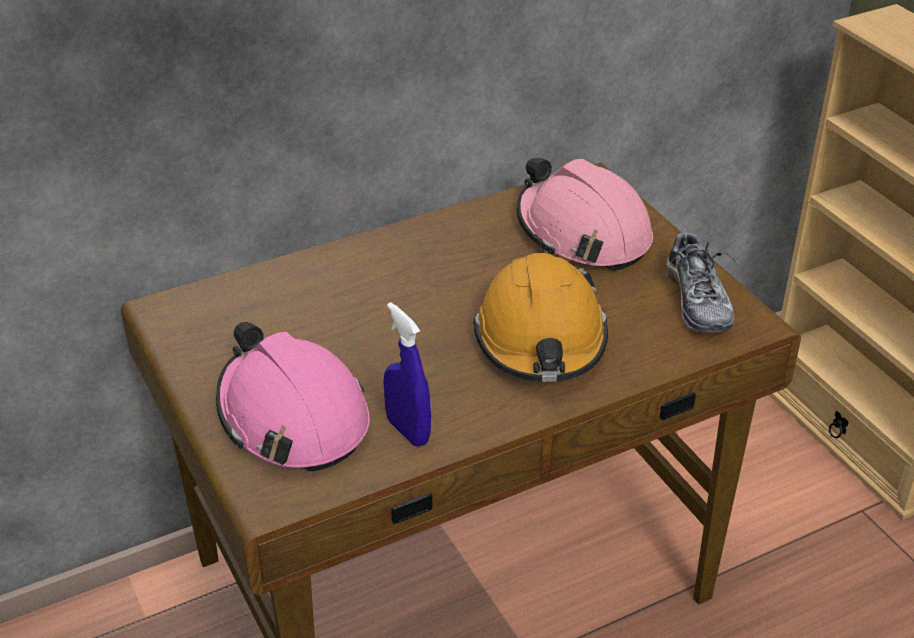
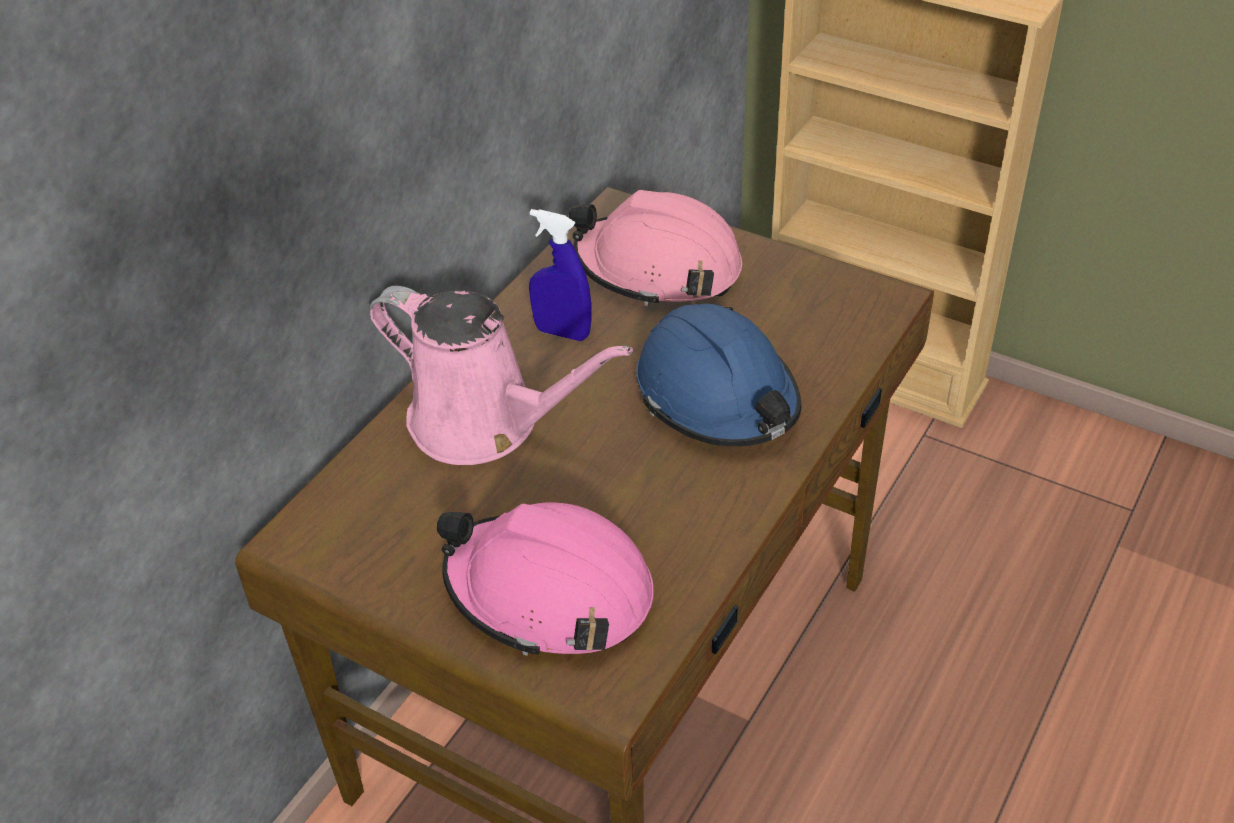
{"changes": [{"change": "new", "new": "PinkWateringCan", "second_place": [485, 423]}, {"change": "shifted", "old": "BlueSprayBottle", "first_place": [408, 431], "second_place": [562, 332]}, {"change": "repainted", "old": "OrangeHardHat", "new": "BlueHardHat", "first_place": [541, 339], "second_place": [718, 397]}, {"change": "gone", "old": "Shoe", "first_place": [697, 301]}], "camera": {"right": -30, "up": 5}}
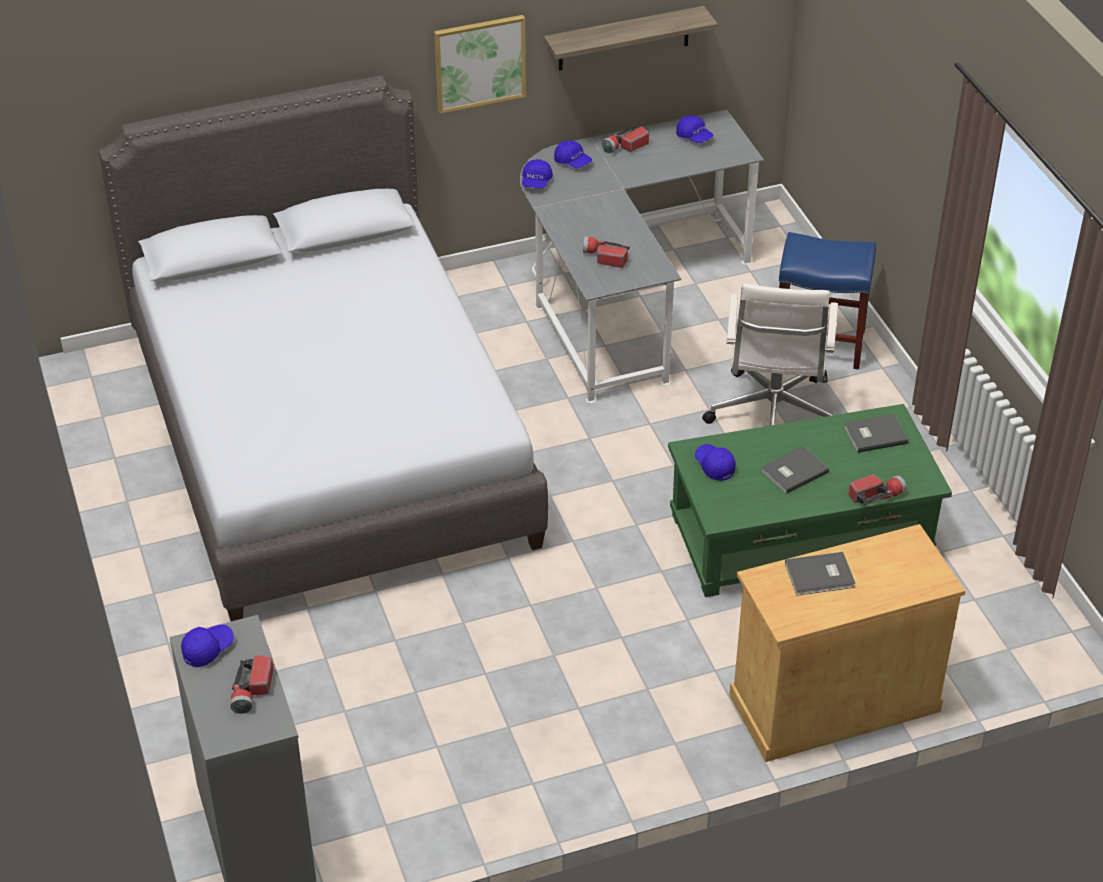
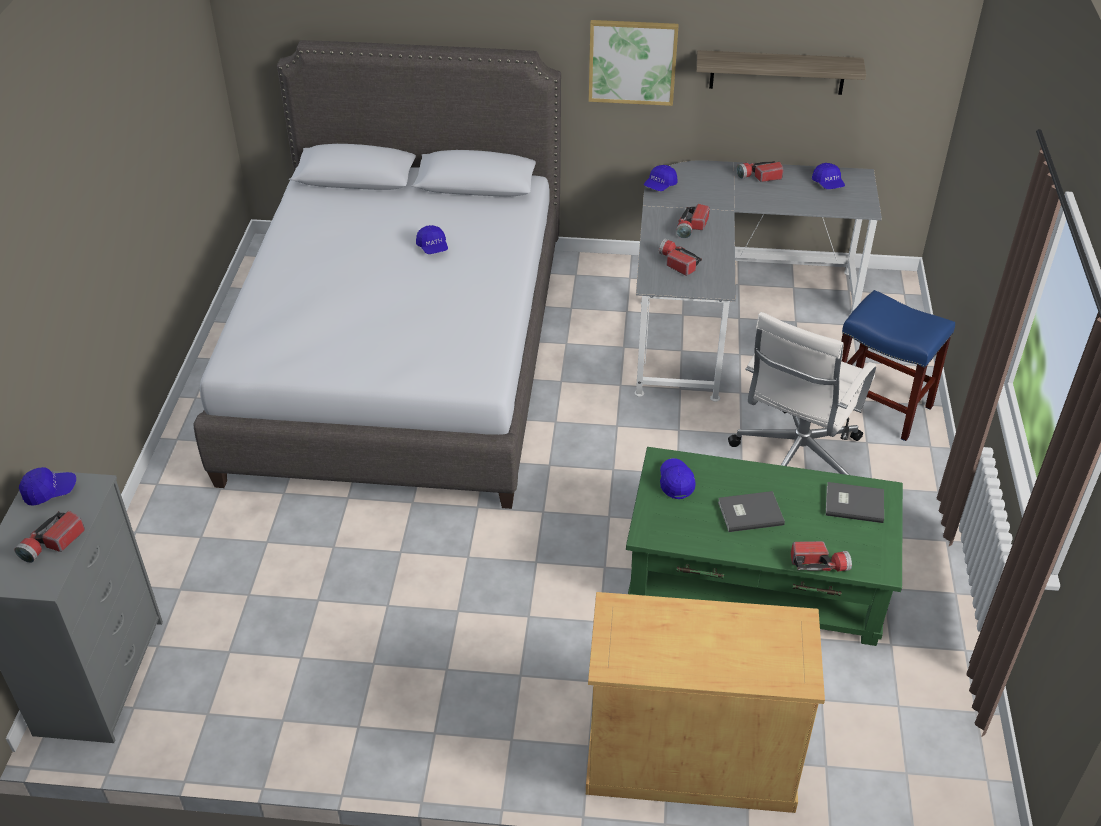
{"changes": [{"change": "shifted", "old": "BlueCap", "first_place": [573, 162], "second_place": [433, 248]}, {"change": "new", "new": "Flashlight", "second_place": [691, 227]}, {"change": "gone", "old": "GreyBook", "first_place": [821, 576]}], "camera": {"right": 25, "up": 0}}
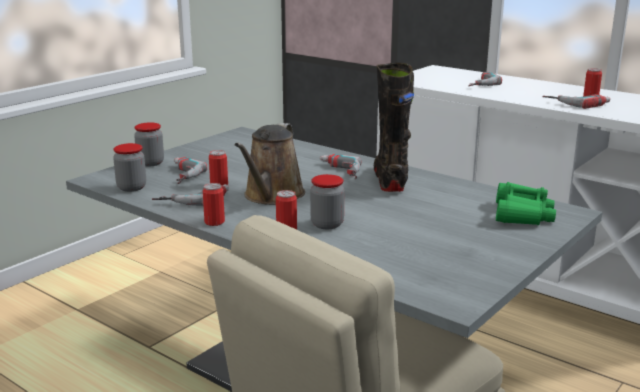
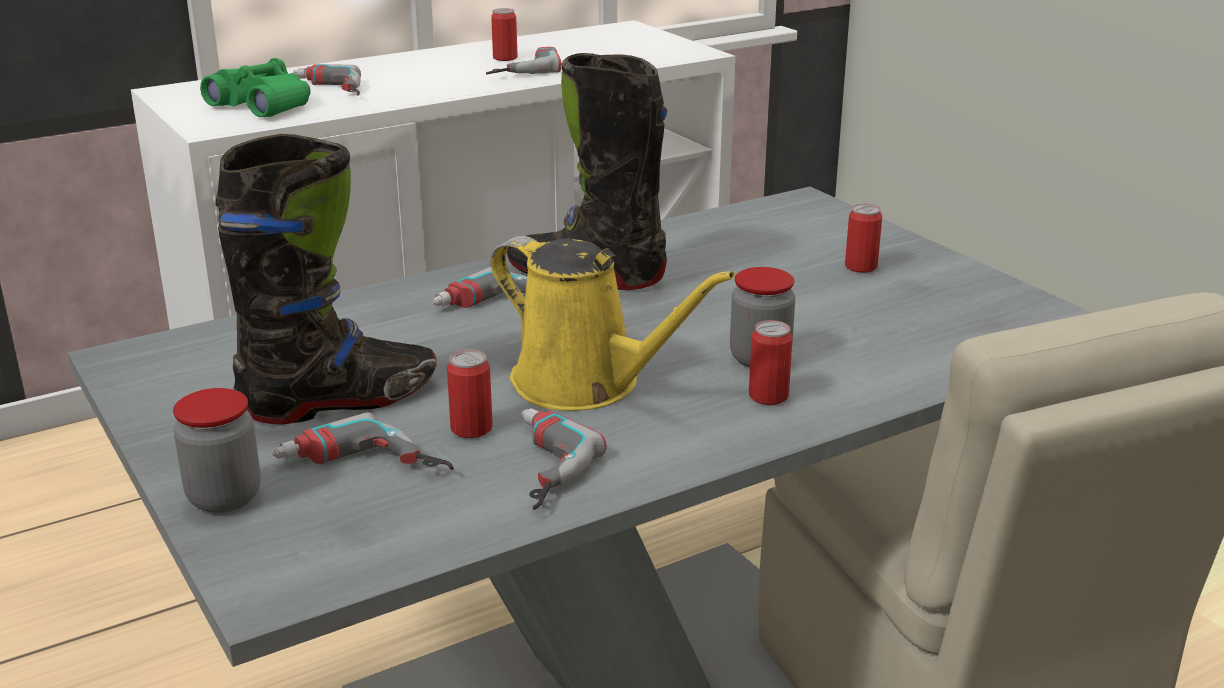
{"changes": [{"change": "shifted", "old": "GreenBinoculars", "first_place": [522, 215], "second_place": [263, 106]}, {"change": "new", "new": "BlackBoot", "second_place": [341, 401]}, {"change": "repainted", "old": "BrownWateringCan", "new": "YellowWateringCan", "first_place": [272, 196], "second_place": [585, 384]}, {"change": "shifted", "old": "Can", "first_place": [214, 222], "second_place": [860, 267]}, {"change": "gone", "old": "Jar", "first_place": [131, 187]}], "camera": {"right": -70, "up": 5}}
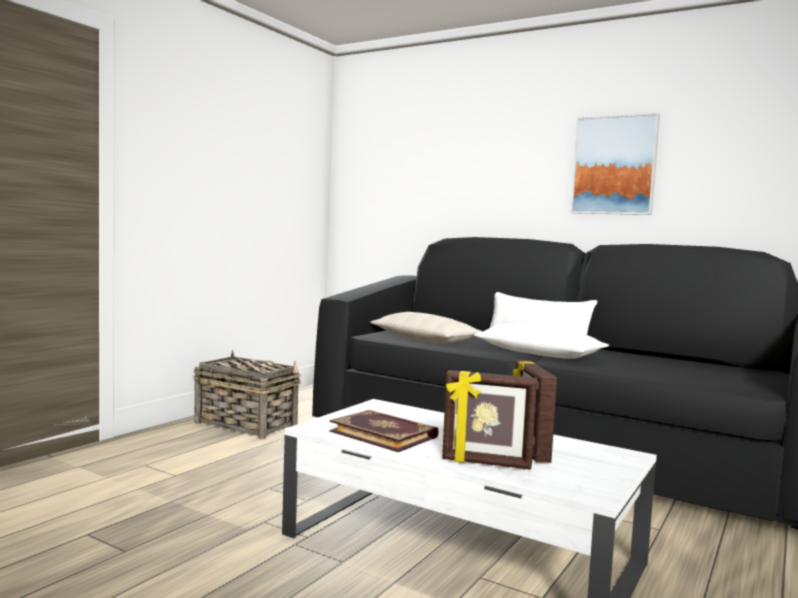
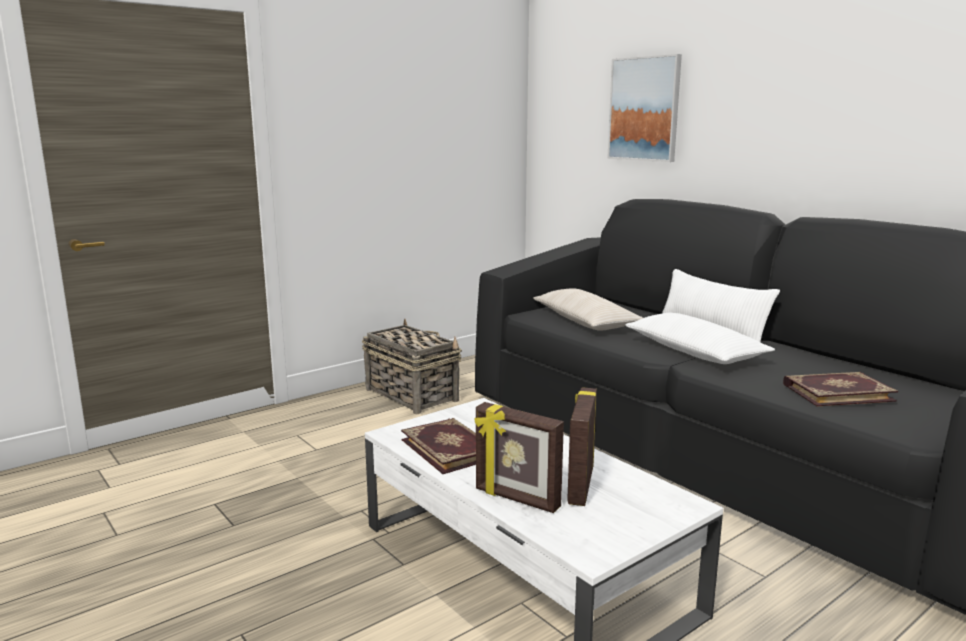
{"changes": [{"change": "shifted", "old": "Picture", "first_place": [614, 165], "second_place": [644, 109]}, {"change": "new", "new": "Book", "second_place": [837, 392]}], "camera": {"right": 20, "up": 10}}
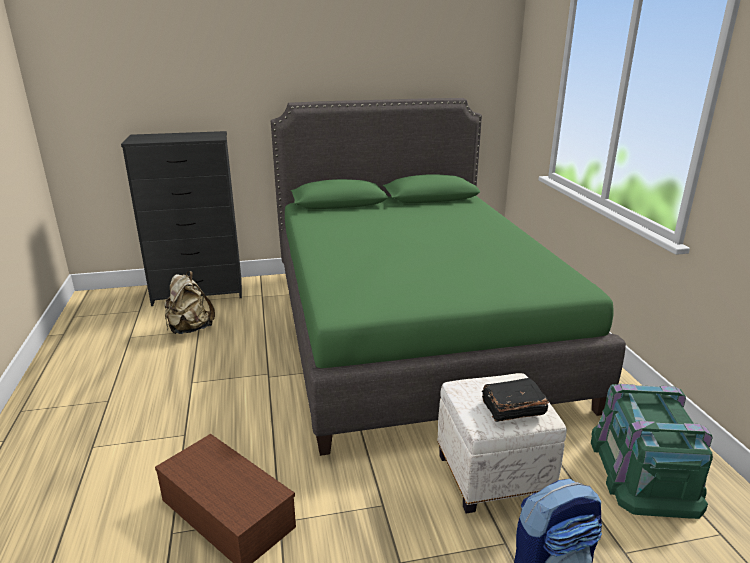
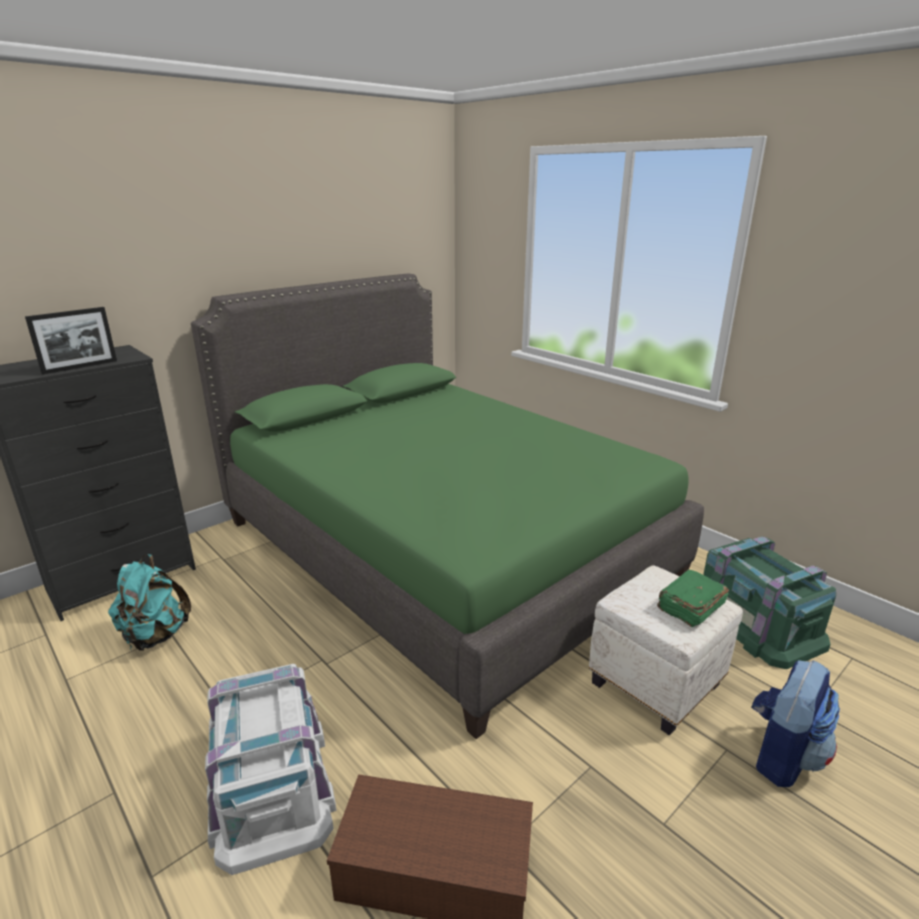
{"changes": [{"change": "new", "new": "PictureFrame", "second_place": [80, 367]}, {"change": "repainted", "old": "BeigeBackpack", "new": "TurquoiseBackpack", "first_place": [189, 329], "second_place": [155, 636]}, {"change": "new", "new": "WhiteStorageBox", "second_place": [270, 785]}, {"change": "repainted", "old": "BlackBook", "new": "GreenBook", "first_place": [512, 409], "second_place": [690, 607]}], "camera": {"right": -30, "up": 0}}
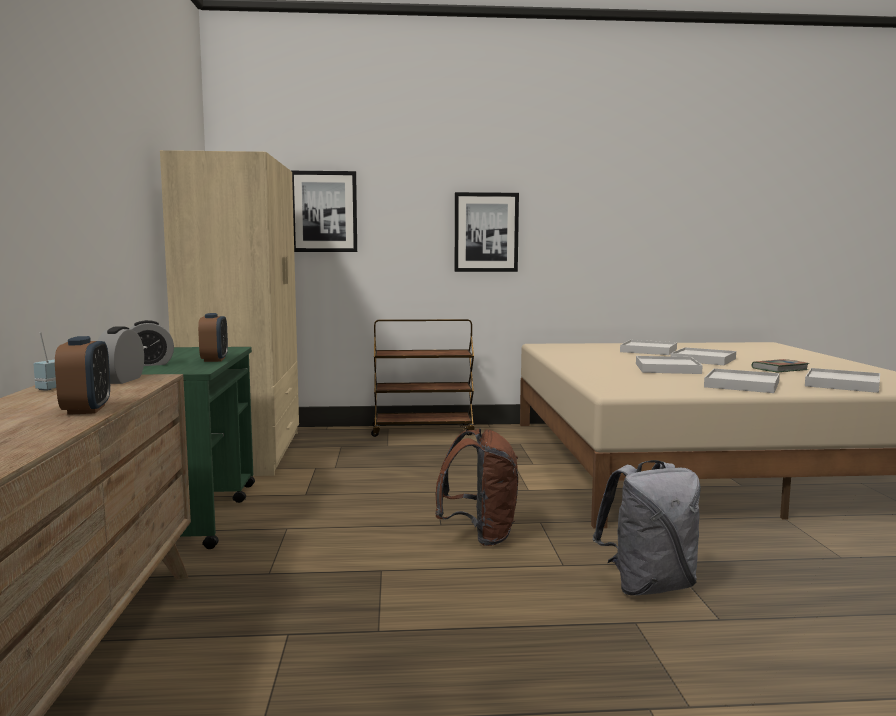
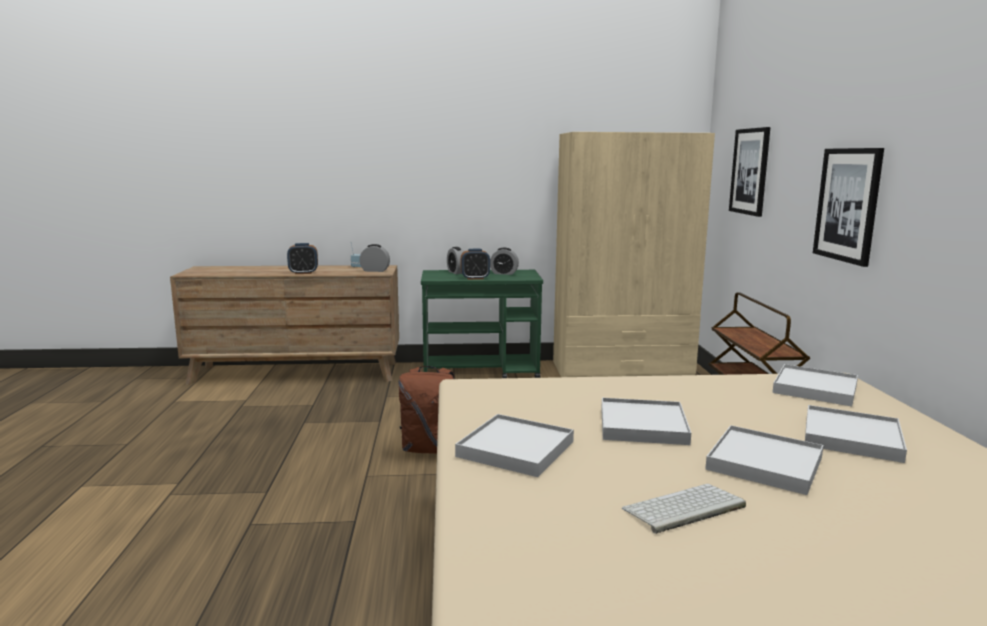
{"changes": [{"change": "new", "new": "AlarmClock", "second_place": [504, 273]}, {"change": "swapped", "old": "Book", "new": "Keyboard", "first_place": [779, 369], "second_place": [683, 509]}, {"change": "shifted", "old": "WhiteTray", "first_place": [842, 384], "second_place": [814, 389]}, {"change": "gone", "old": "GreyBackpack", "first_place": [648, 586]}], "camera": {"right": 90, "up": 5}}
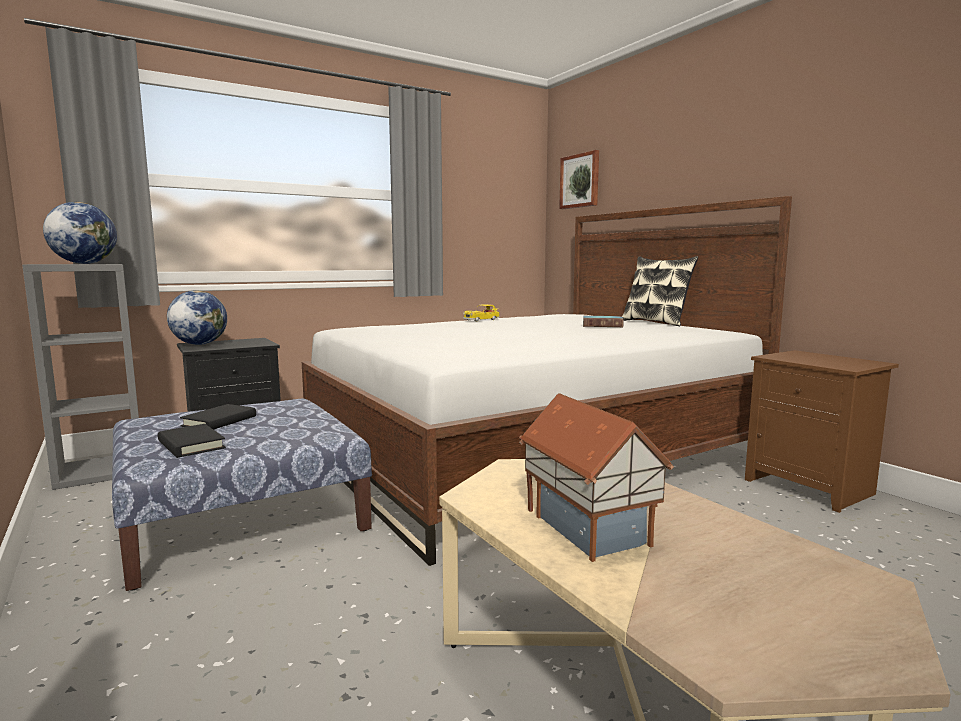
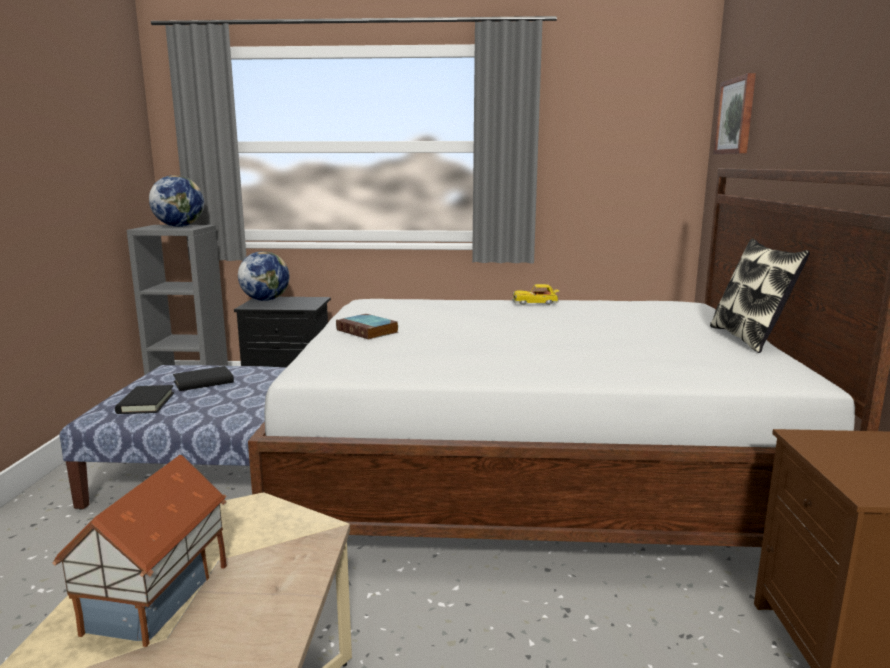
{"changes": [{"change": "shifted", "old": "Book", "first_place": [603, 325], "second_place": [368, 331]}], "camera": {"right": 35, "up": 5}}
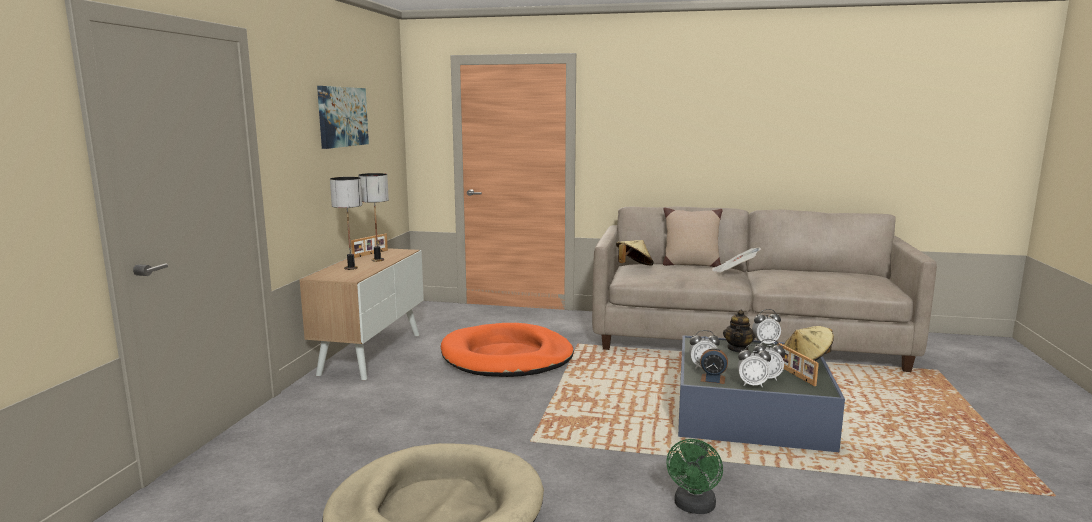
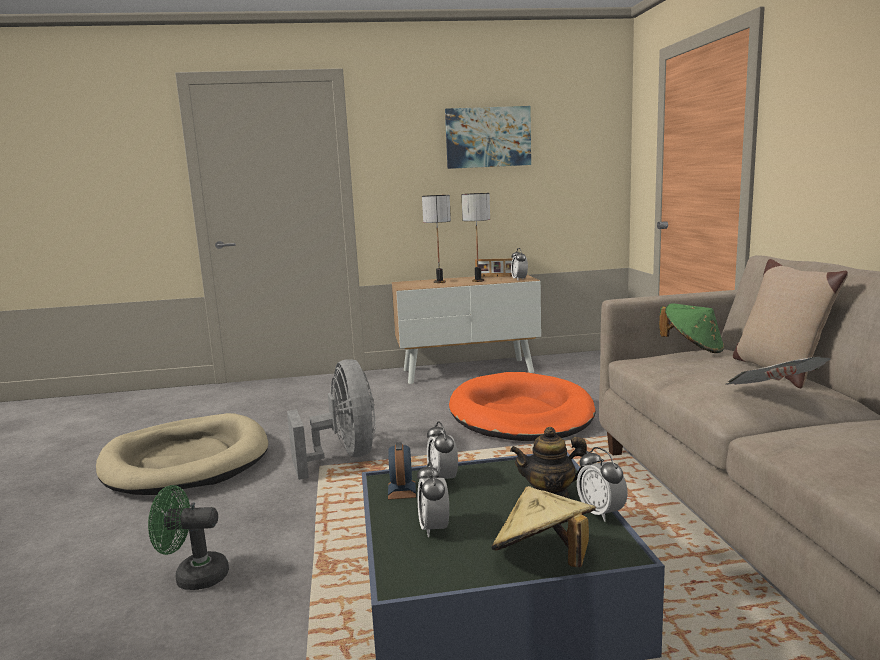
{"changes": [{"change": "new", "new": "GreyFan", "second_place": [344, 457]}, {"change": "shifted", "old": "AlarmClock", "first_place": [752, 384], "second_place": [519, 279]}, {"change": "repainted", "old": "BeigeHat", "new": "GreenHat", "first_place": [633, 267], "second_place": [692, 349]}, {"change": "gone", "old": "PictureFrame", "first_place": [794, 374]}], "camera": {"right": 70, "up": 0}}
